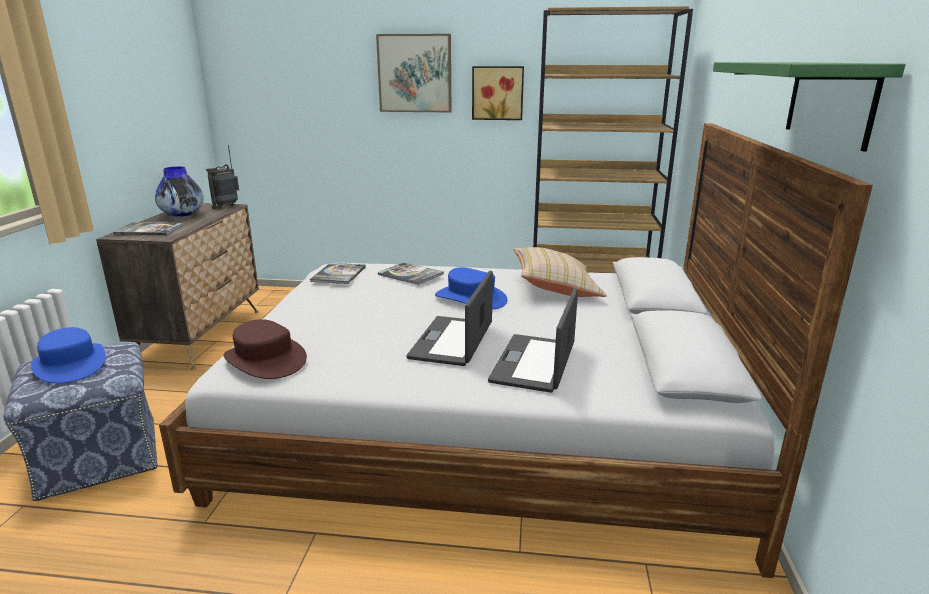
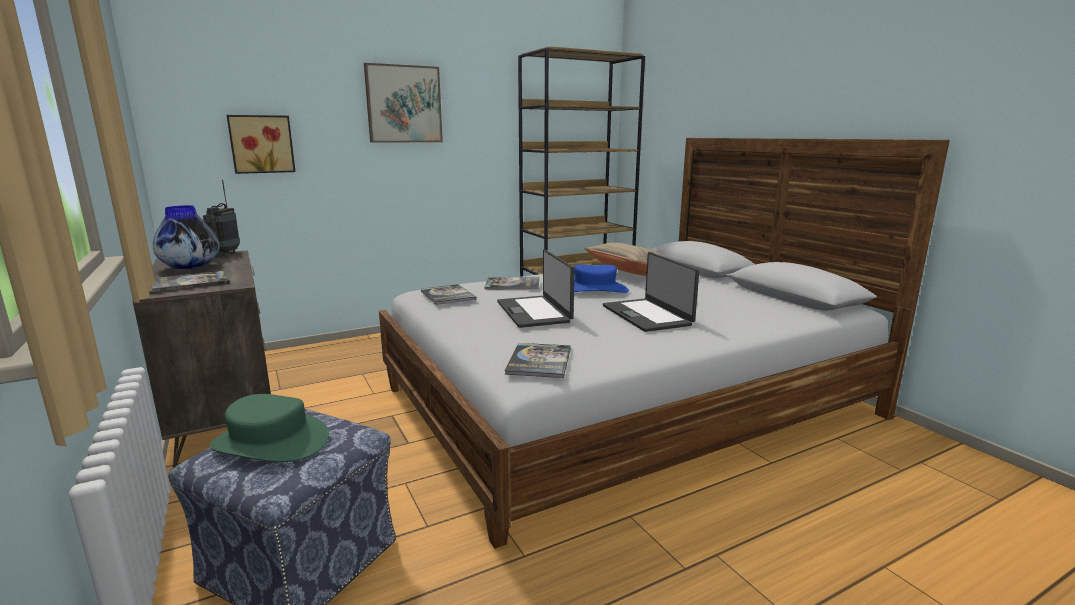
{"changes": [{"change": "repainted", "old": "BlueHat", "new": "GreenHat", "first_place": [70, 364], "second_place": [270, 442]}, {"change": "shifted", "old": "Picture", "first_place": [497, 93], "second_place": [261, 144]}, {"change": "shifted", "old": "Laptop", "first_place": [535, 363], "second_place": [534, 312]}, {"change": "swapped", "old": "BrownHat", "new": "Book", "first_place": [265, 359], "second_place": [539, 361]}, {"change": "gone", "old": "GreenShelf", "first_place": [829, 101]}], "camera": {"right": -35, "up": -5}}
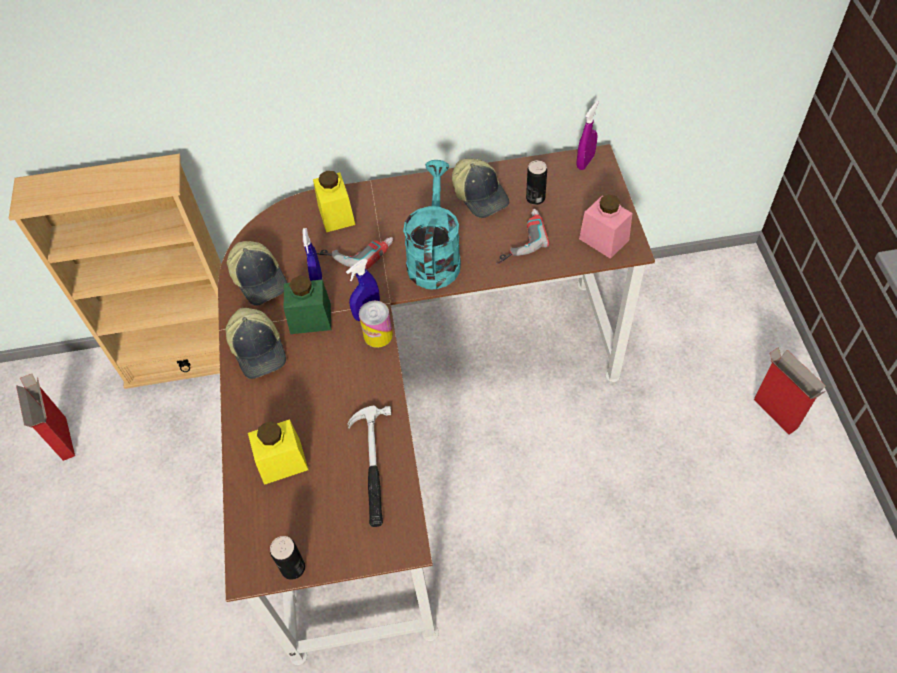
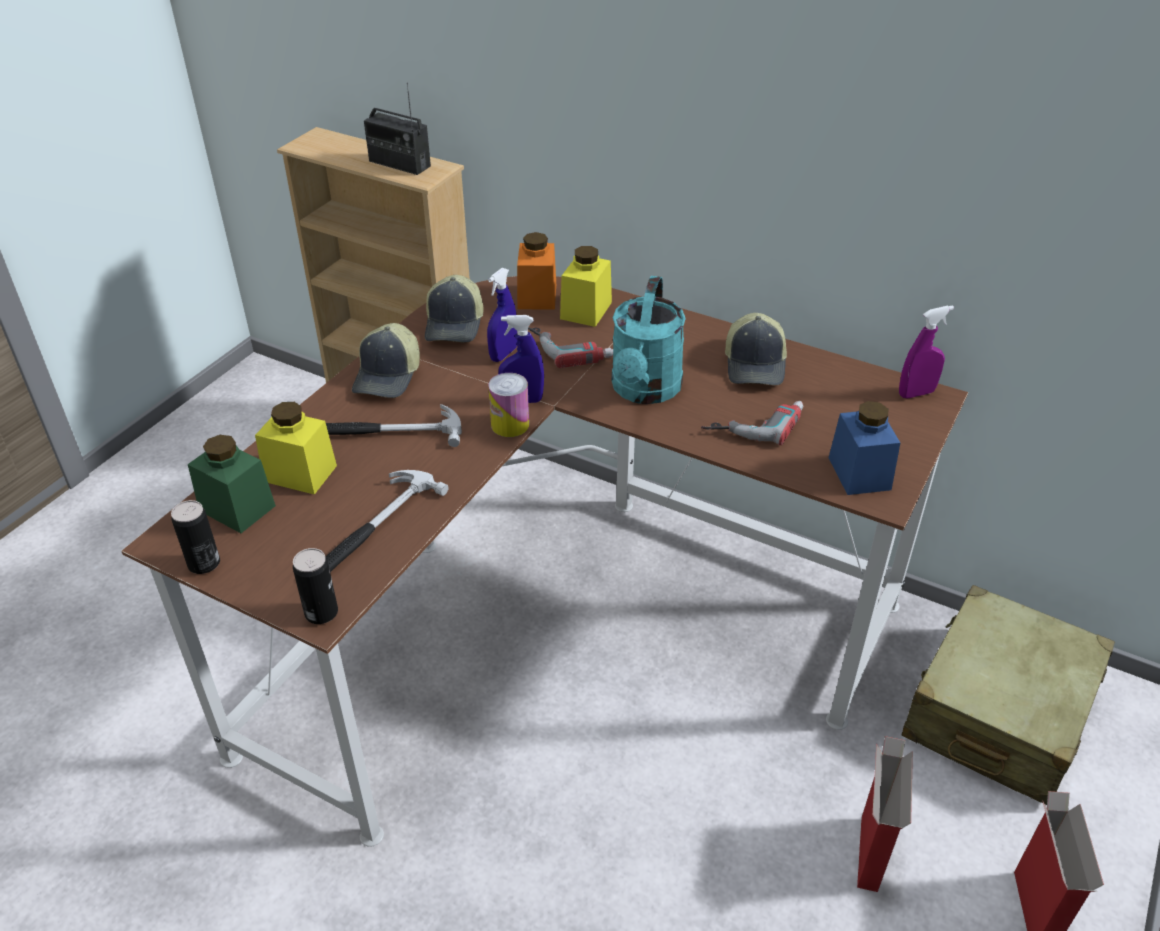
{"changes": [{"change": "shifted", "old": "GreenJar", "first_place": [310, 318], "second_place": [237, 508]}, {"change": "shifted", "old": "Can", "first_place": [535, 198], "second_place": [321, 613]}, {"change": "new", "new": "Hammer", "second_place": [385, 432]}, {"change": "new", "new": "Radio", "second_place": [399, 164]}, {"change": "new", "new": "OrangeJar", "second_place": [537, 296]}, {"change": "rotated", "old": "TurquoiseWateringCan", "first_place": [434, 256], "second_place": [644, 391], "degrees": 150}, {"change": "repainted", "old": "PinkJar", "new": "BlueJar", "first_place": [604, 239], "second_place": [859, 473]}, {"change": "shifted", "old": "CardboardBox", "first_place": [64, 438], "second_place": [869, 852]}, {"change": "new", "new": "BeigeSuitcase", "second_place": [998, 713]}], "camera": {"right": 35, "up": -15}}
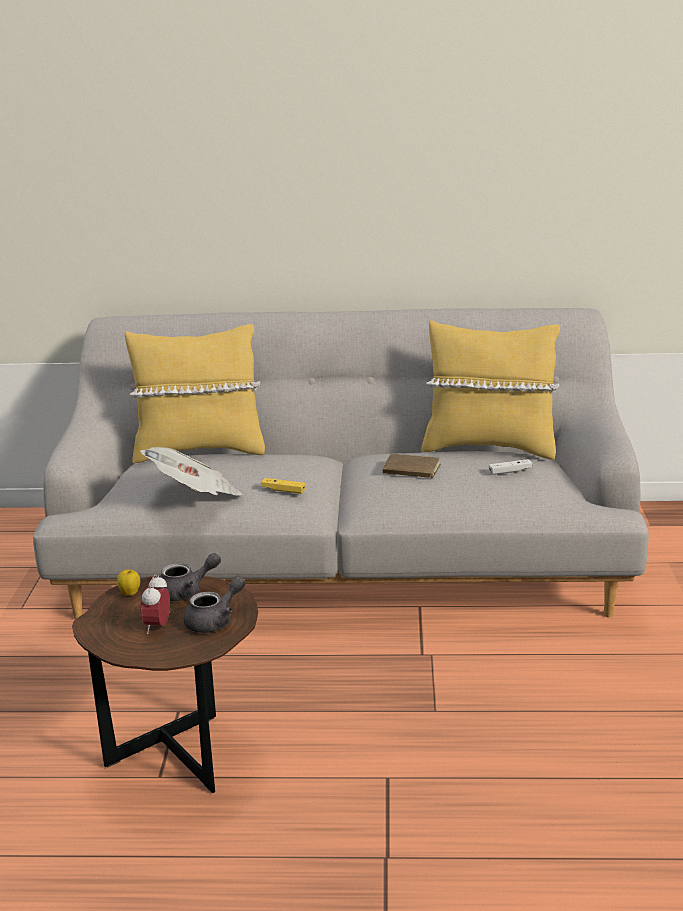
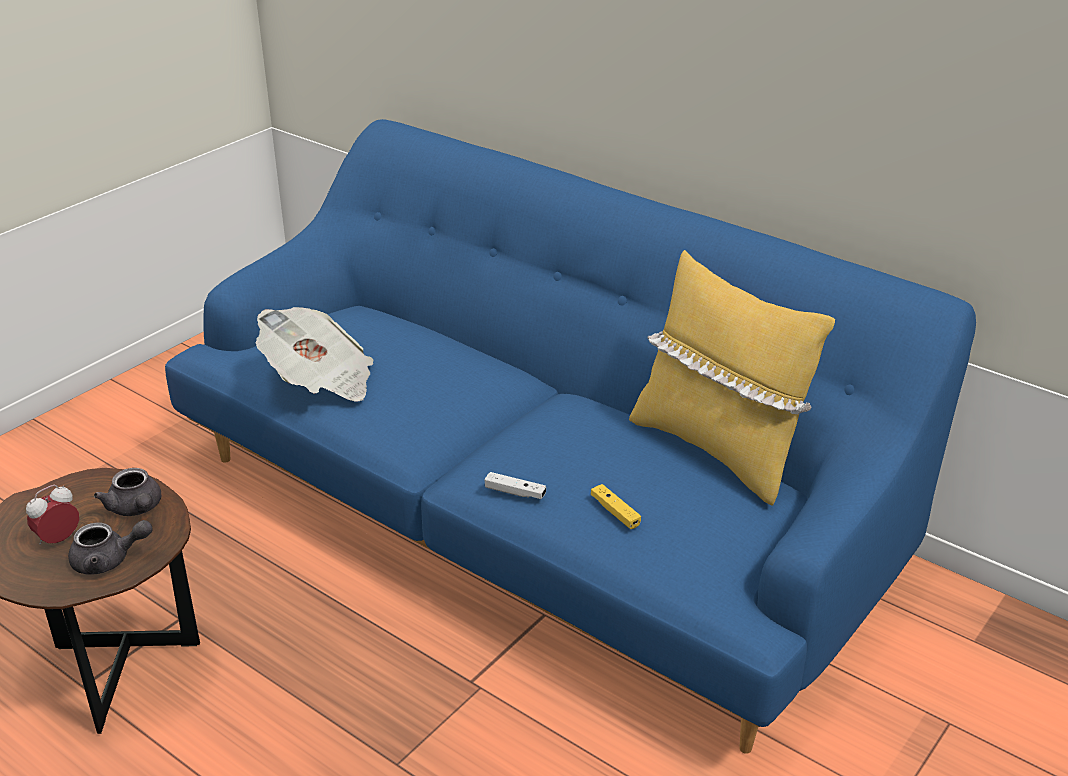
{"changes": [{"change": "rotated", "old": "GreyTeapot", "first_place": [186, 592], "second_place": [136, 509], "degrees": 45}, {"change": "repainted", "old": "GreySofa", "new": "BlueSofa", "first_place": [345, 564], "second_place": [534, 516]}, {"change": "shifted", "old": "WhiteGameController", "first_place": [510, 471], "second_place": [515, 492]}, {"change": "shifted", "old": "YellowGameController", "first_place": [283, 490], "second_place": [615, 512]}, {"change": "gone", "old": "Apple", "first_place": [130, 594]}, {"change": "gone", "old": "YellowPillow", "first_place": [199, 451]}, {"change": "gone", "old": "BrownBook", "first_place": [411, 470]}], "camera": {"right": 35, "up": 10}}
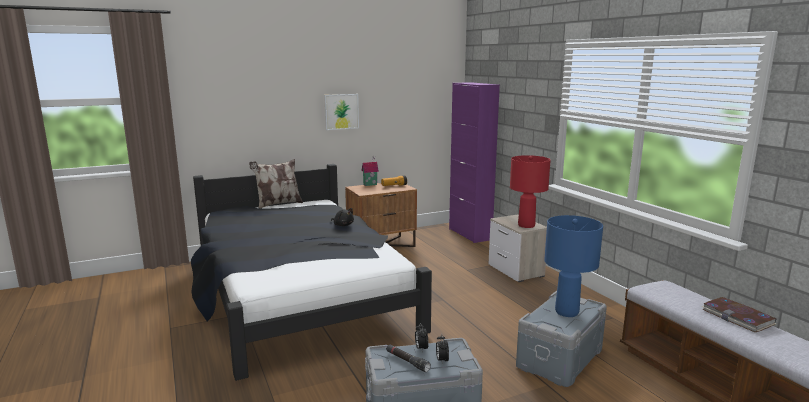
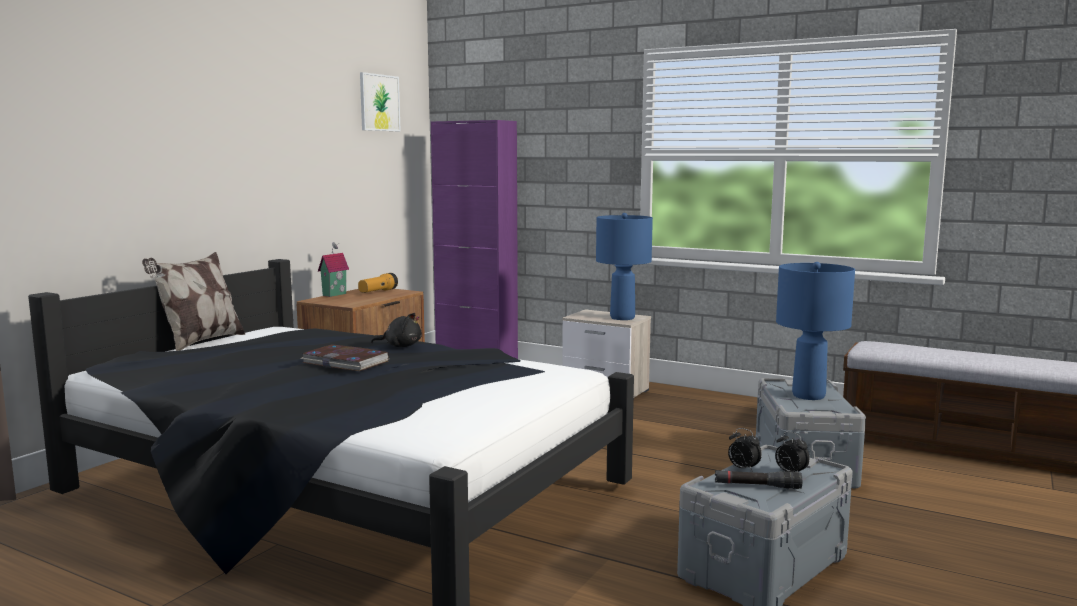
{"changes": [{"change": "shifted", "old": "Book", "first_place": [738, 317], "second_place": [346, 362]}, {"change": "shifted", "old": "Picture", "first_place": [341, 111], "second_place": [379, 102]}, {"change": "repainted", "old": "RedTableLamp", "new": "BlueTableLamp", "first_place": [526, 225], "second_place": [622, 317]}], "camera": {"right": -35, "up": -5}}
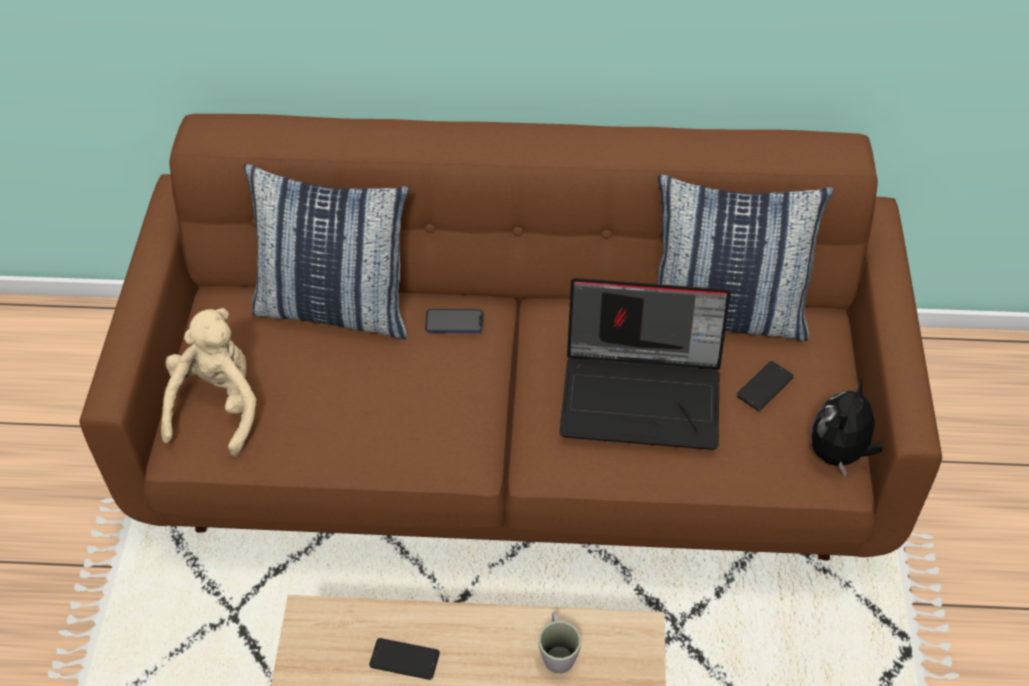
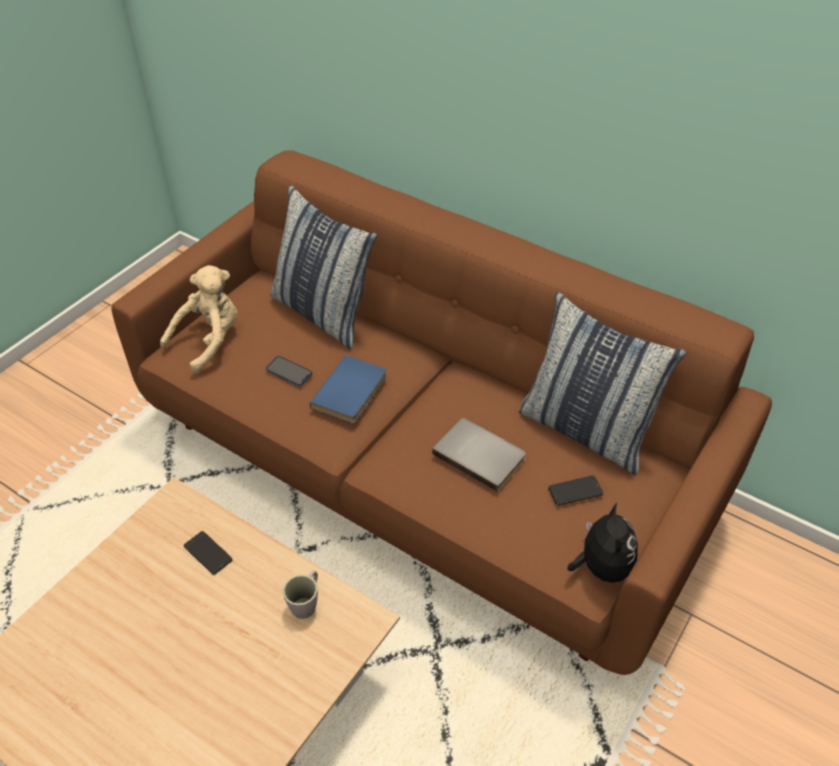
{"changes": [{"change": "shifted", "old": "Phone", "first_place": [454, 322], "second_place": [289, 372]}, {"change": "new", "new": "BlueBook", "second_place": [352, 392]}, {"change": "swapped", "old": "Laptop", "new": "GreyBook", "first_place": [643, 393], "second_place": [480, 454]}, {"change": "rotated", "old": "PlushToy", "first_place": [840, 453], "second_place": [601, 567], "degrees": 120}], "camera": {"right": 30, "up": -5}}
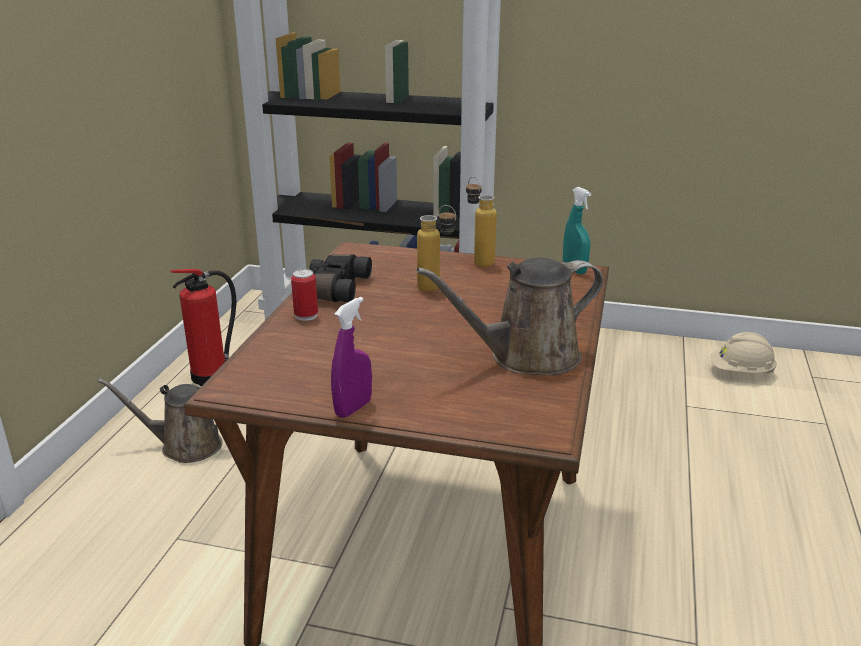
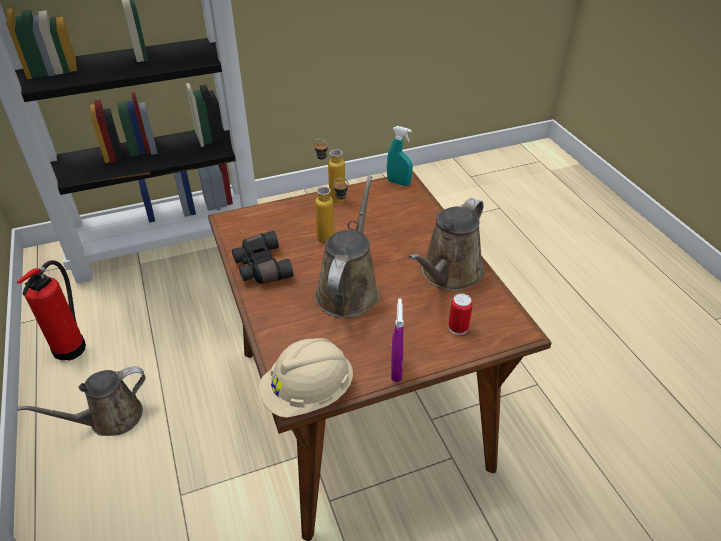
{"changes": [{"change": "shifted", "old": "BeigeHardHat", "first_place": [741, 372], "second_place": [308, 394]}, {"change": "new", "new": "BrownWateringCan", "second_place": [349, 289]}, {"change": "shifted", "old": "Can", "first_place": [306, 315], "second_place": [458, 327]}], "camera": {"right": -35, "up": 15}}
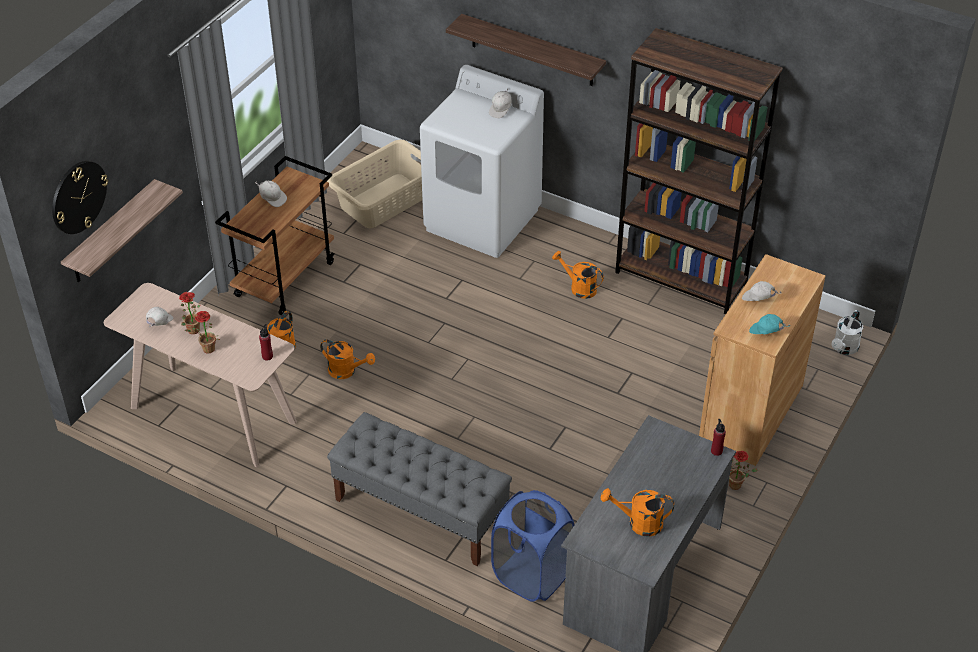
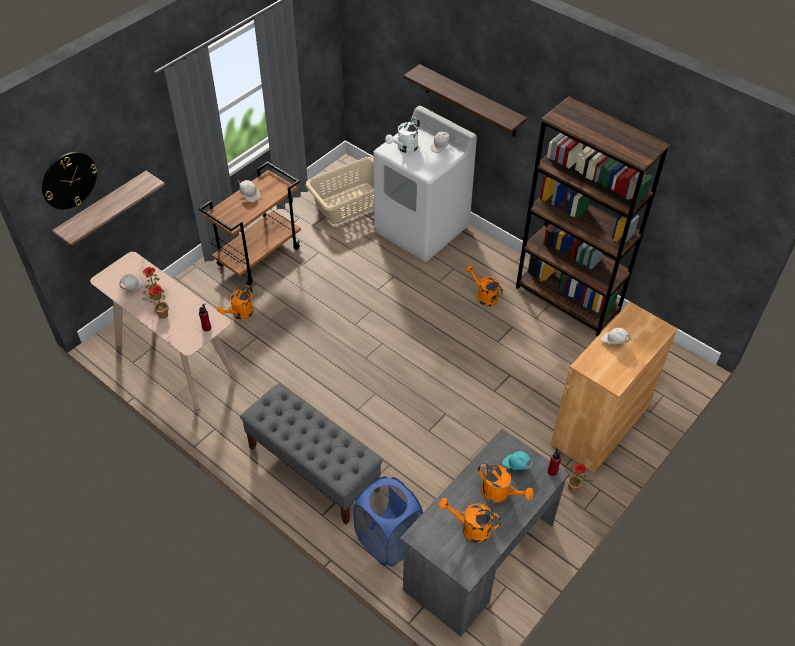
{"changes": [{"change": "shifted", "old": "WhiteWateringCan", "first_place": [844, 348], "second_place": [405, 148]}, {"change": "shifted", "old": "OrangeWateringCan", "first_place": [346, 371], "second_place": [500, 494]}, {"change": "shifted", "old": "TurquoiseCap", "first_place": [766, 333], "second_place": [516, 466]}], "camera": {"right": 10, "up": 5}}
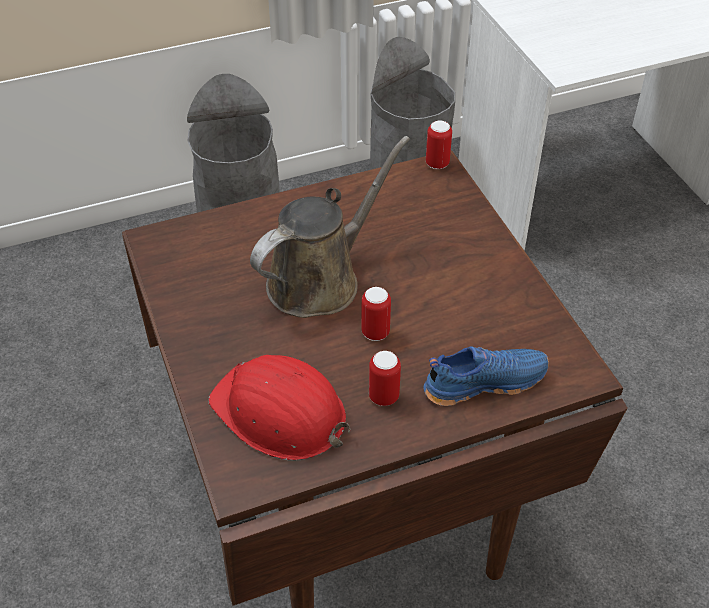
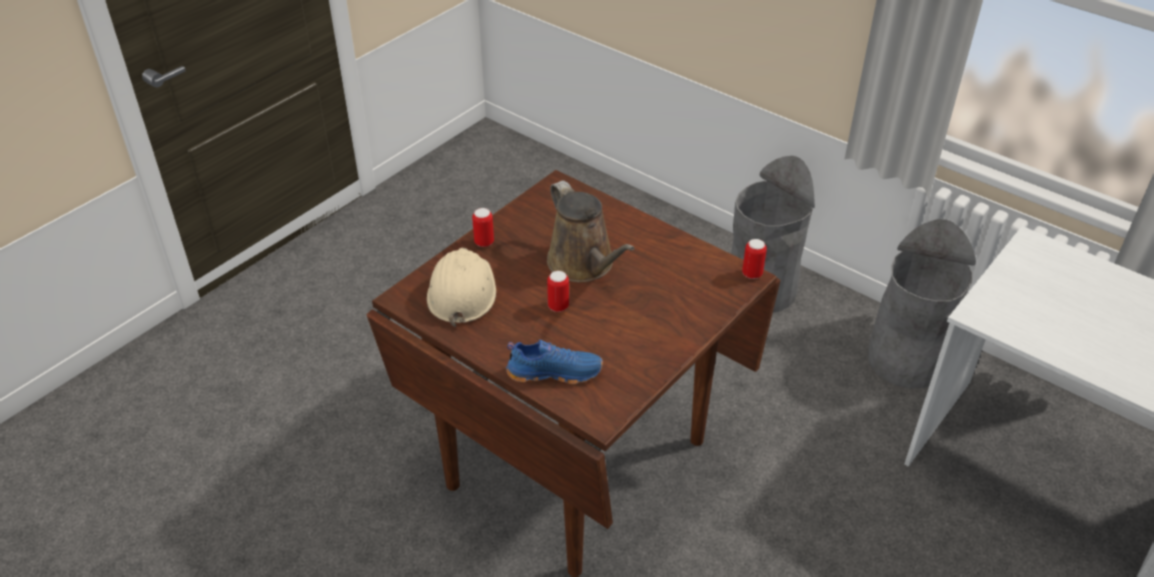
{"changes": [{"change": "repainted", "old": "RedHardHat", "new": "BeigeHardHat", "first_place": [280, 413], "second_place": [461, 292]}, {"change": "shifted", "old": "Can", "first_place": [383, 396], "second_place": [484, 242]}, {"change": "rotated", "old": "BlueShoe", "first_place": [483, 382], "second_place": [554, 371], "degrees": -45}, {"change": "rotated", "old": "BrownWateringCan", "first_place": [320, 279], "second_place": [584, 264], "degrees": 45}], "camera": {"right": 60, "up": -5}}
